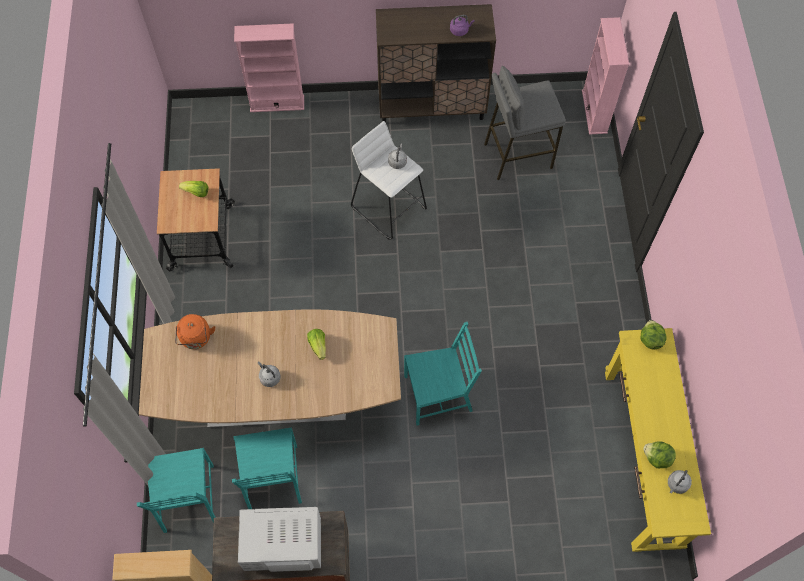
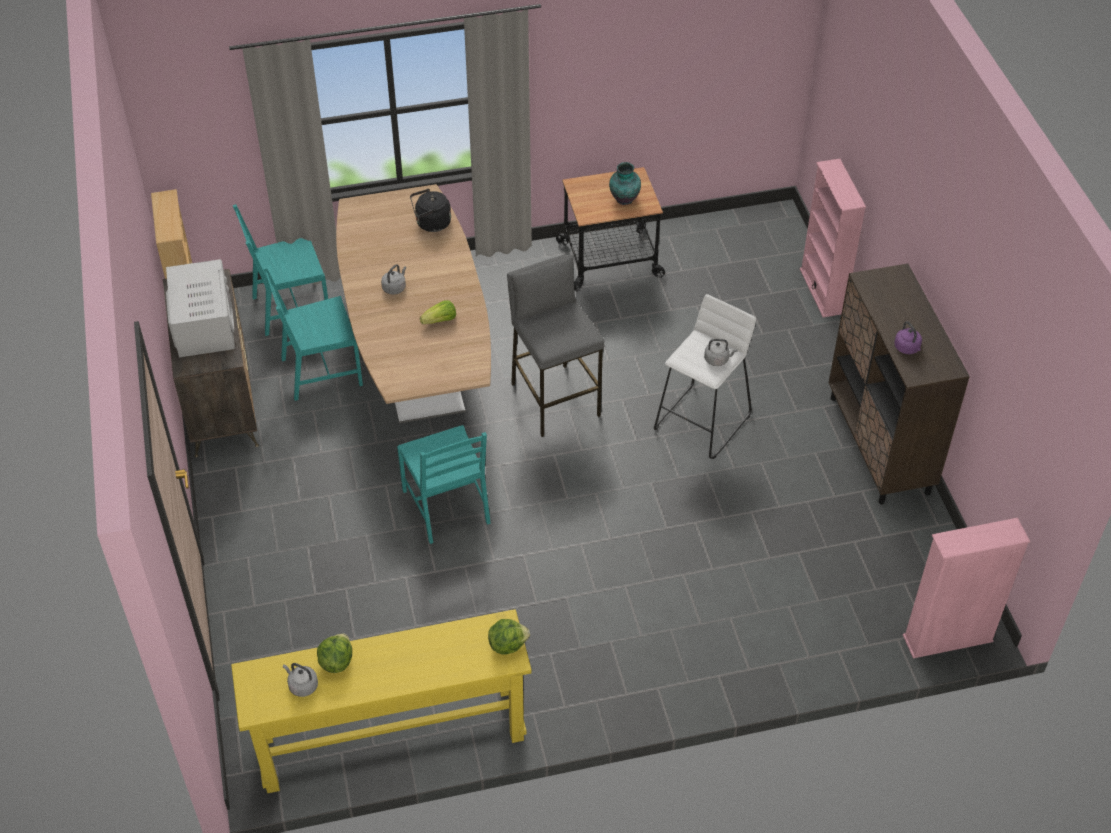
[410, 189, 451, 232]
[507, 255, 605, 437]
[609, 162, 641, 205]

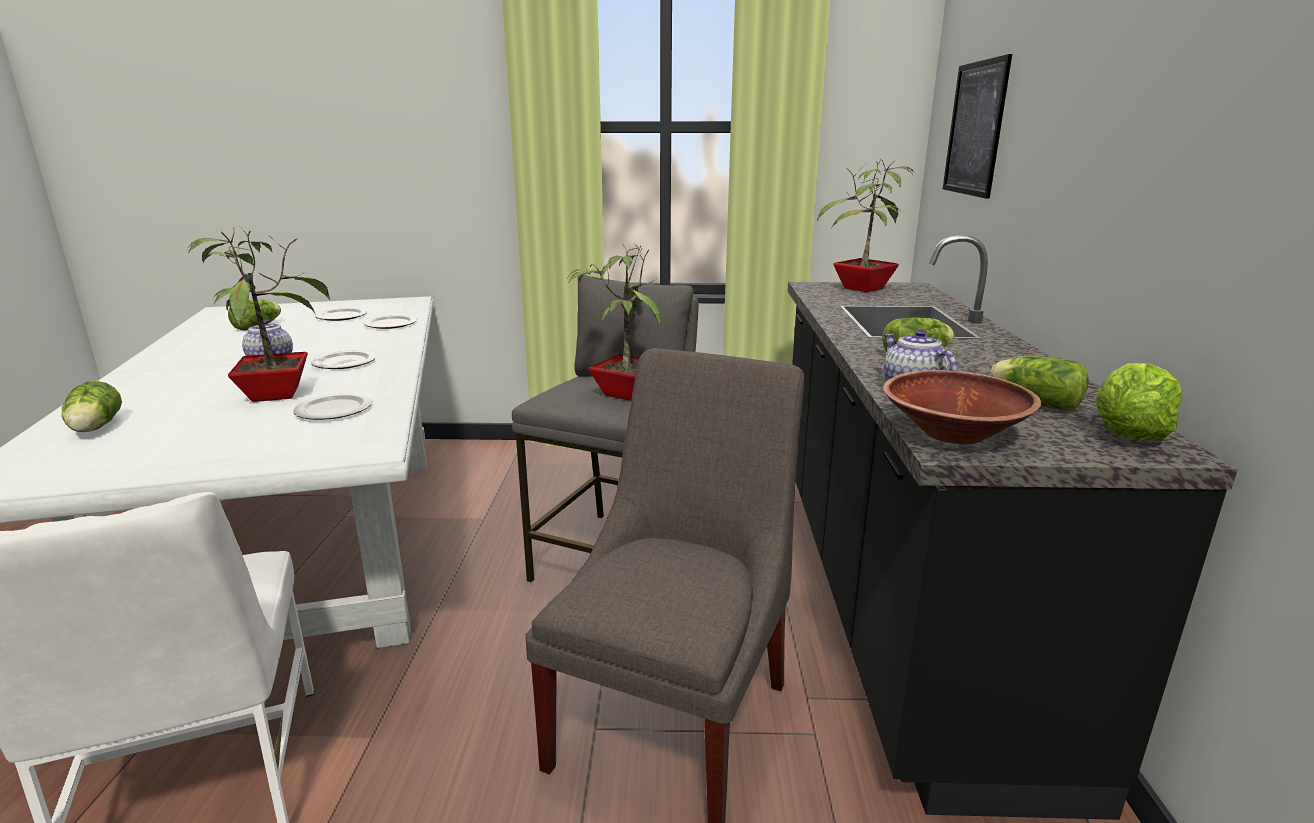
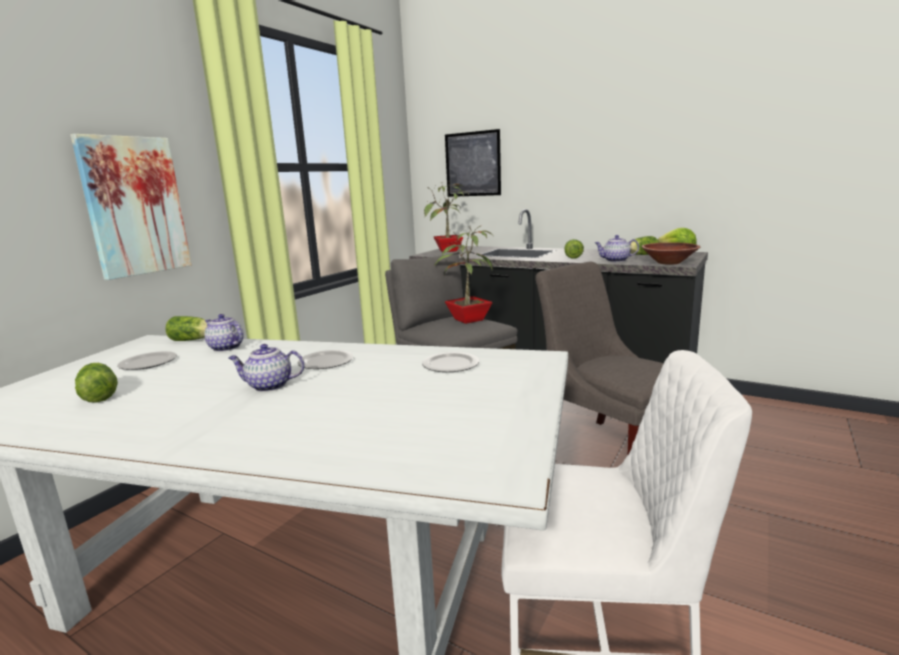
[71, 134, 192, 280]
[165, 316, 208, 341]
[205, 314, 244, 352]
[187, 227, 330, 402] (first image)

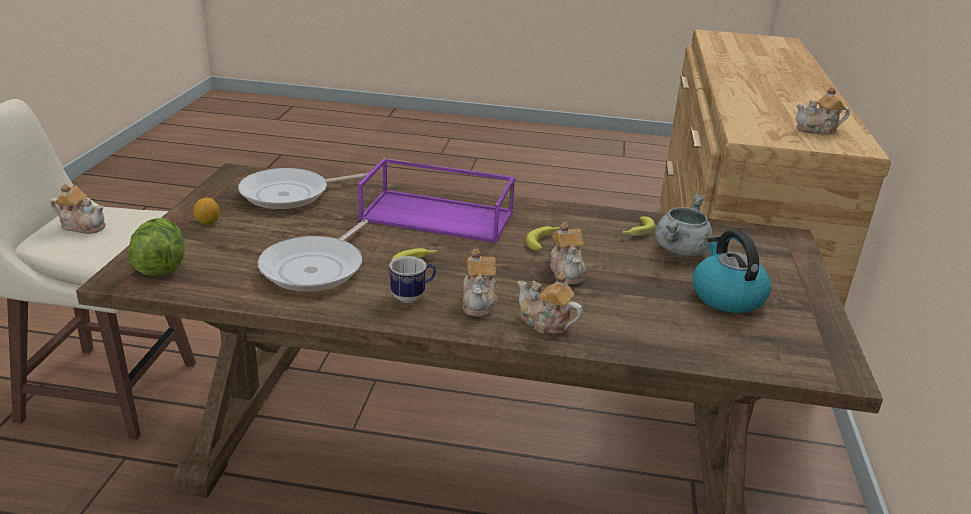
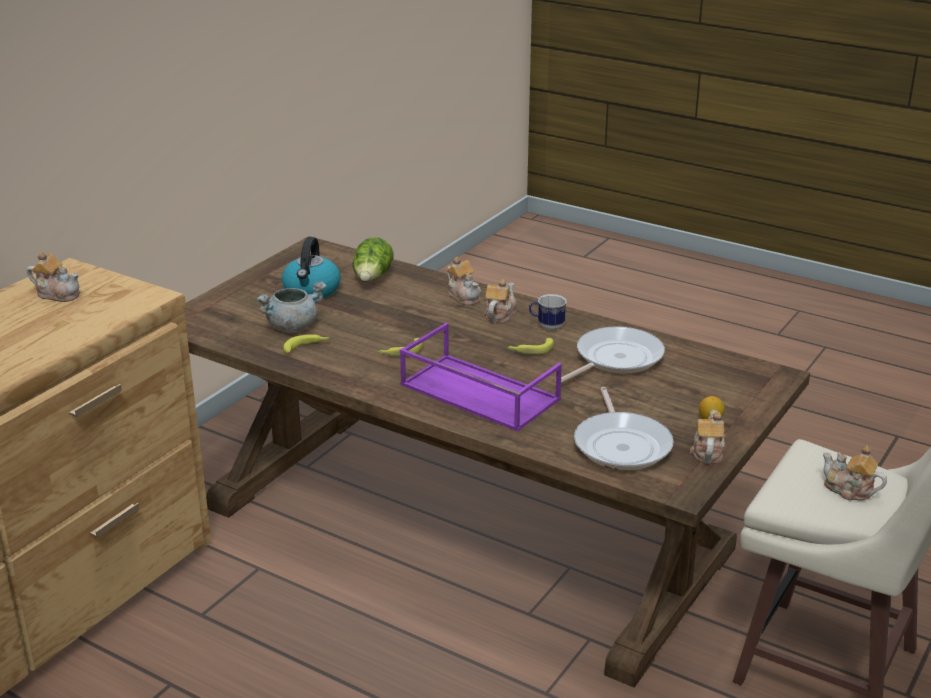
[352, 237, 394, 281]
[574, 387, 674, 470]
[690, 410, 725, 464]

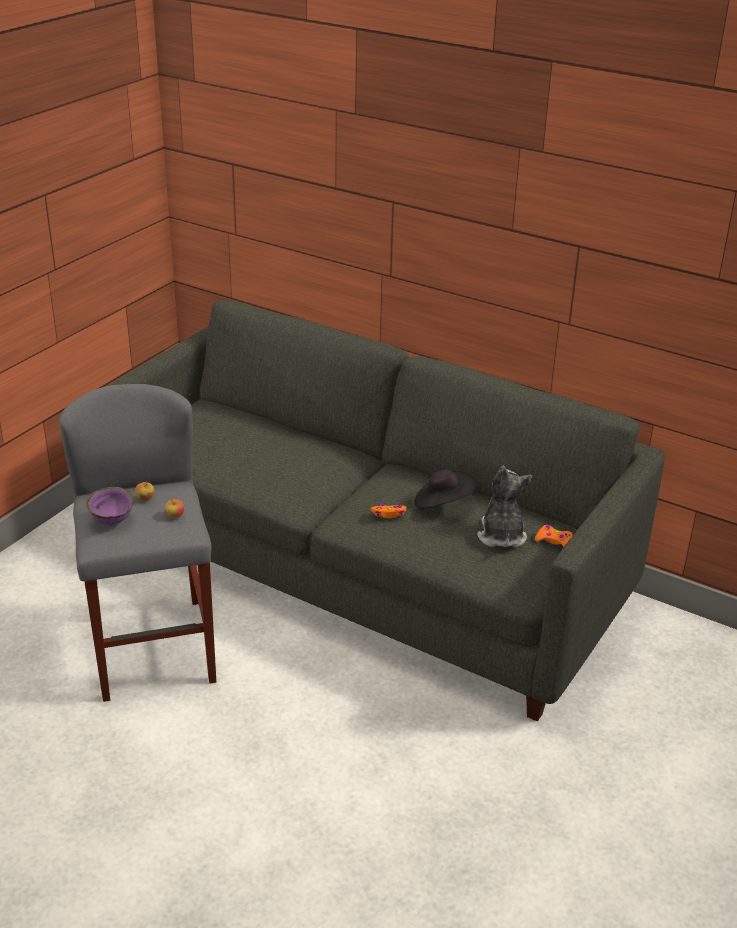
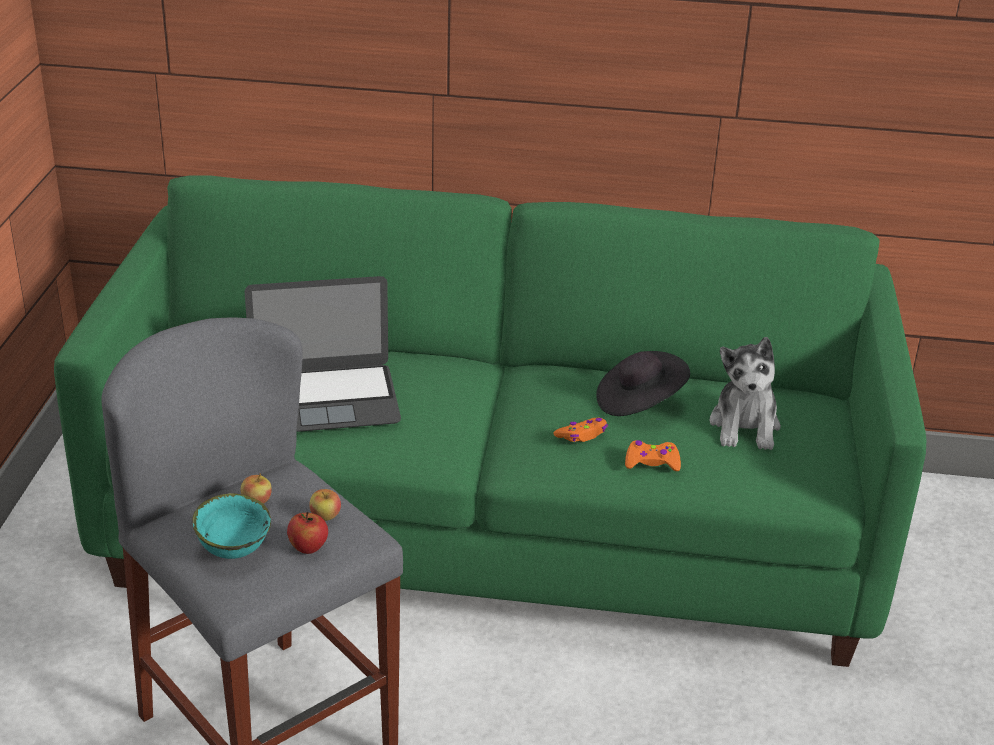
[54, 175, 926, 667]
[192, 493, 271, 559]
[244, 276, 401, 432]
[287, 512, 328, 554]
[625, 440, 681, 471]
[709, 337, 781, 450]

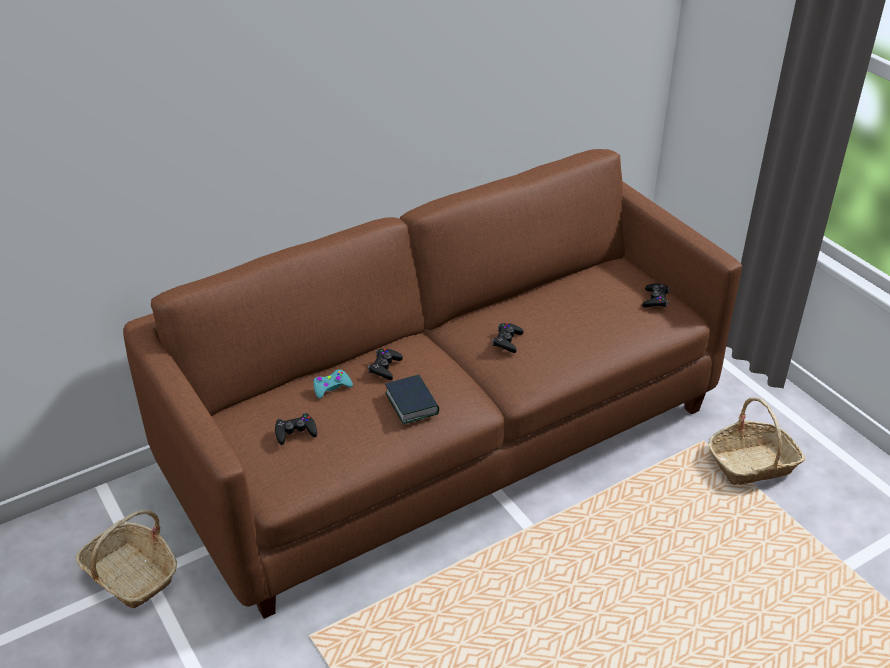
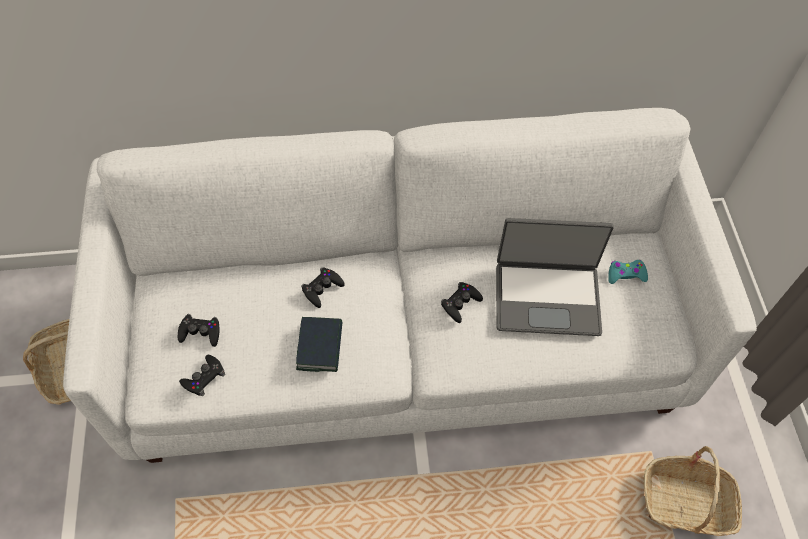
[63, 108, 757, 463]
[179, 355, 225, 396]
[496, 218, 614, 336]
[608, 260, 648, 284]

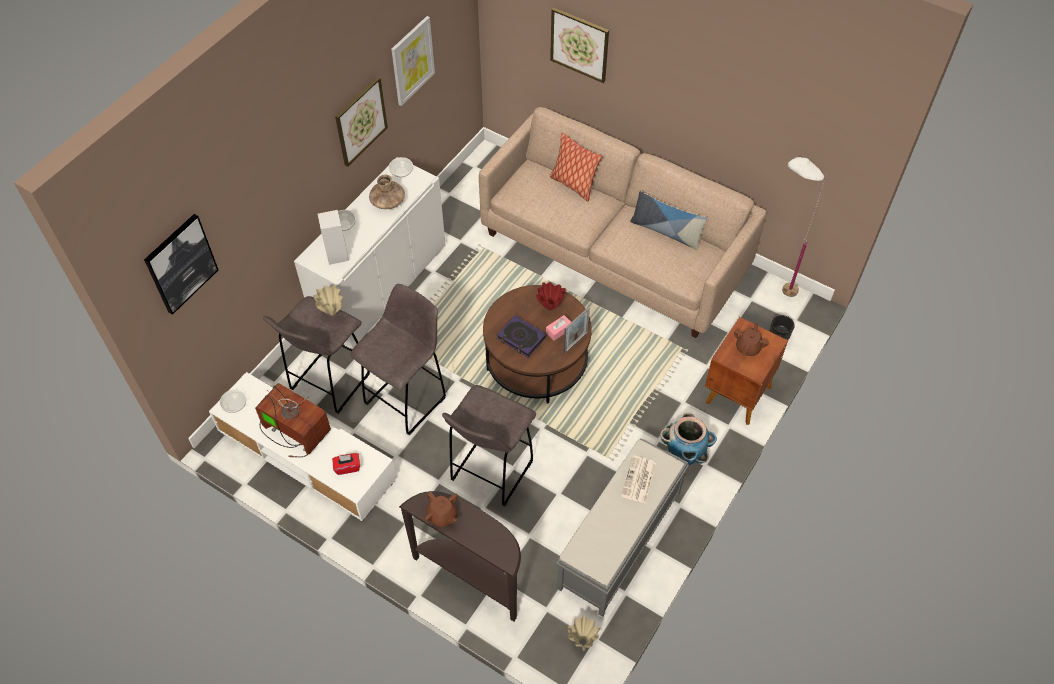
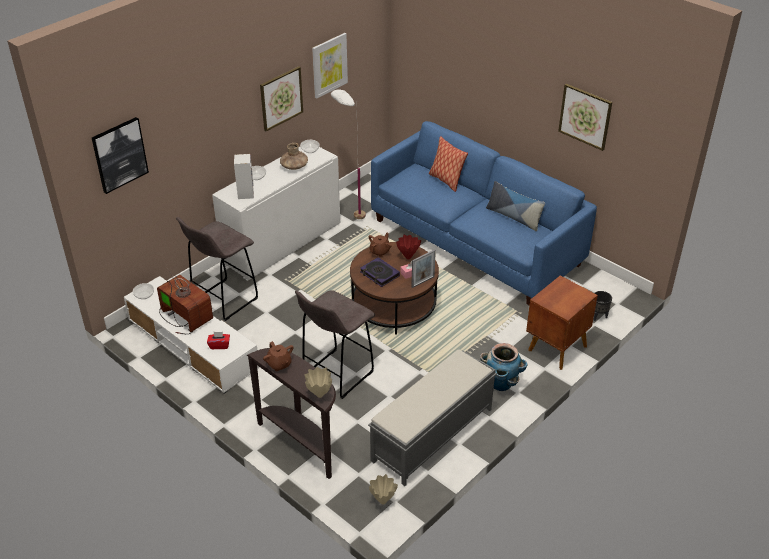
[304, 367, 332, 398]
[331, 90, 366, 219]
[369, 233, 392, 257]
[371, 121, 597, 306]
[558, 84, 612, 151]
[350, 284, 446, 435] (first image)
[621, 456, 656, 504] (first image)

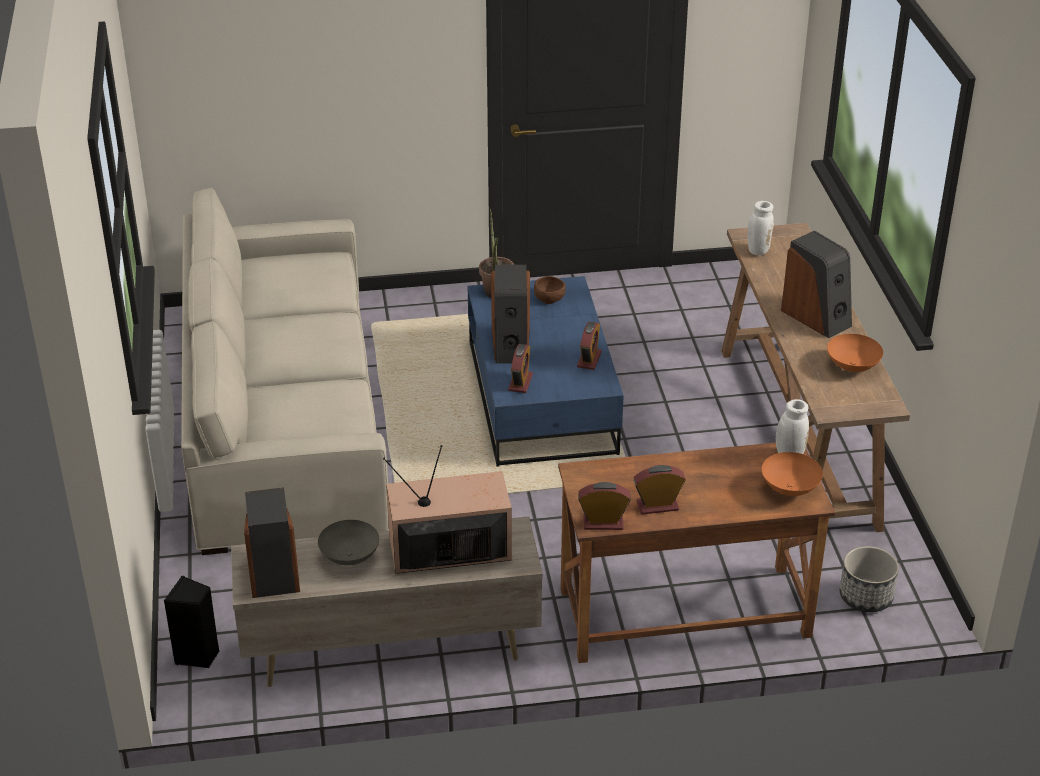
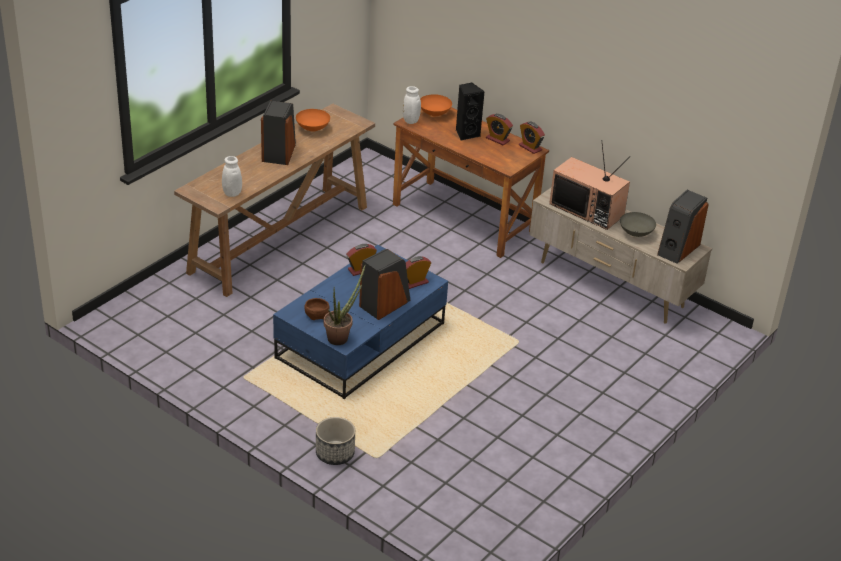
[316, 417, 355, 465]
[456, 83, 485, 141]
[181, 187, 389, 555] (first image)

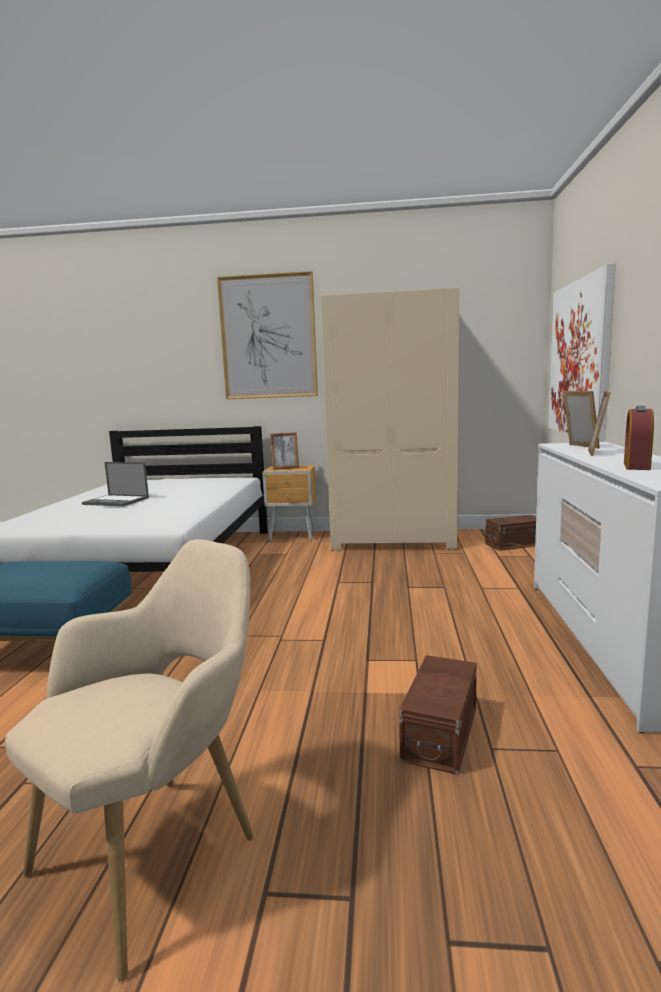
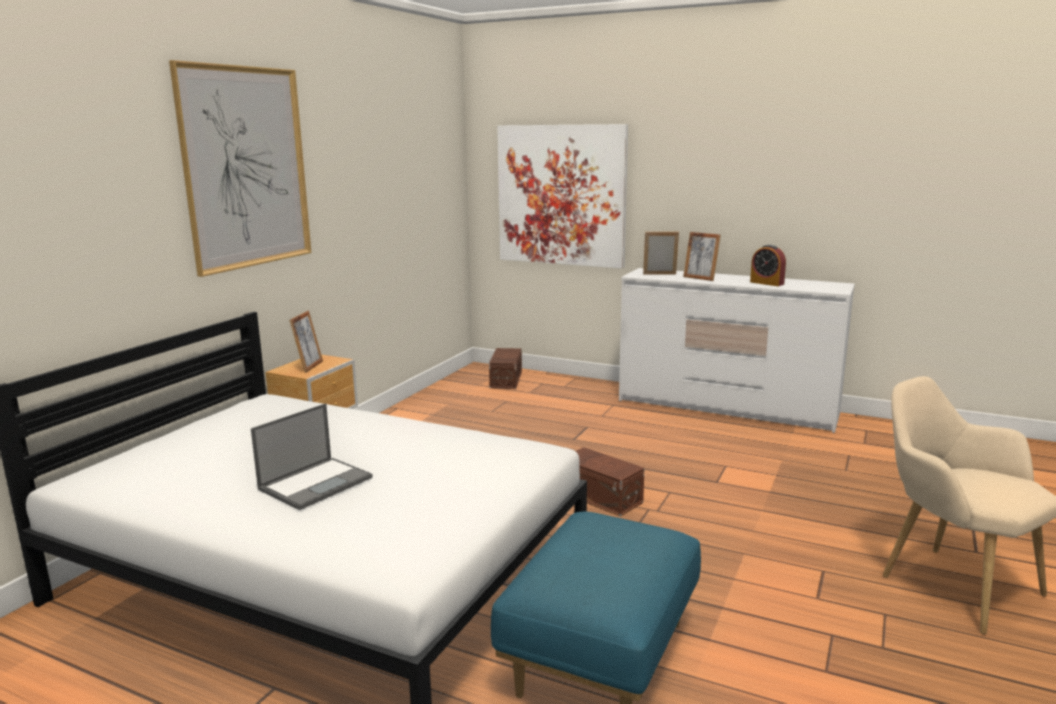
[576, 447, 644, 517]
[321, 288, 459, 551] (first image)

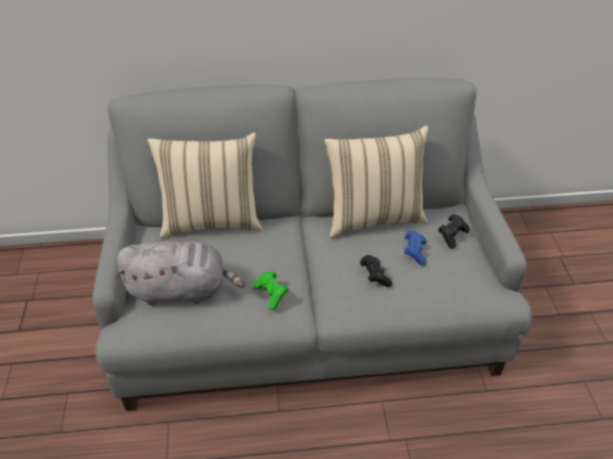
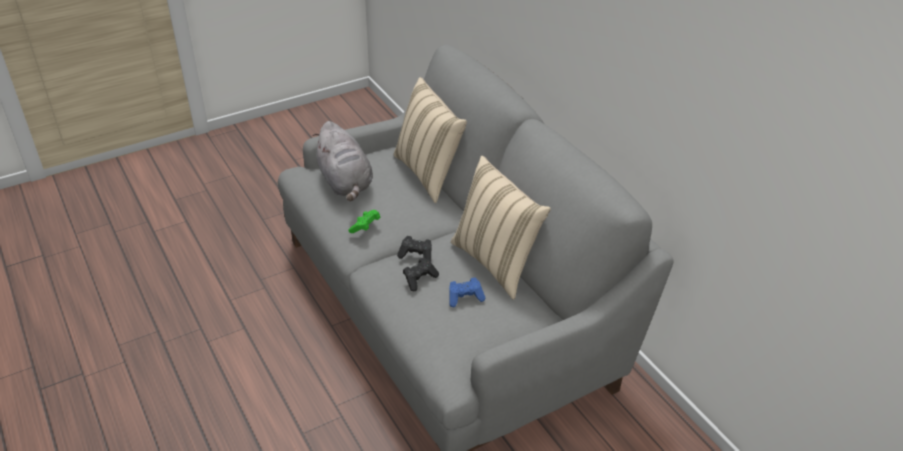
[397, 236, 432, 261]

